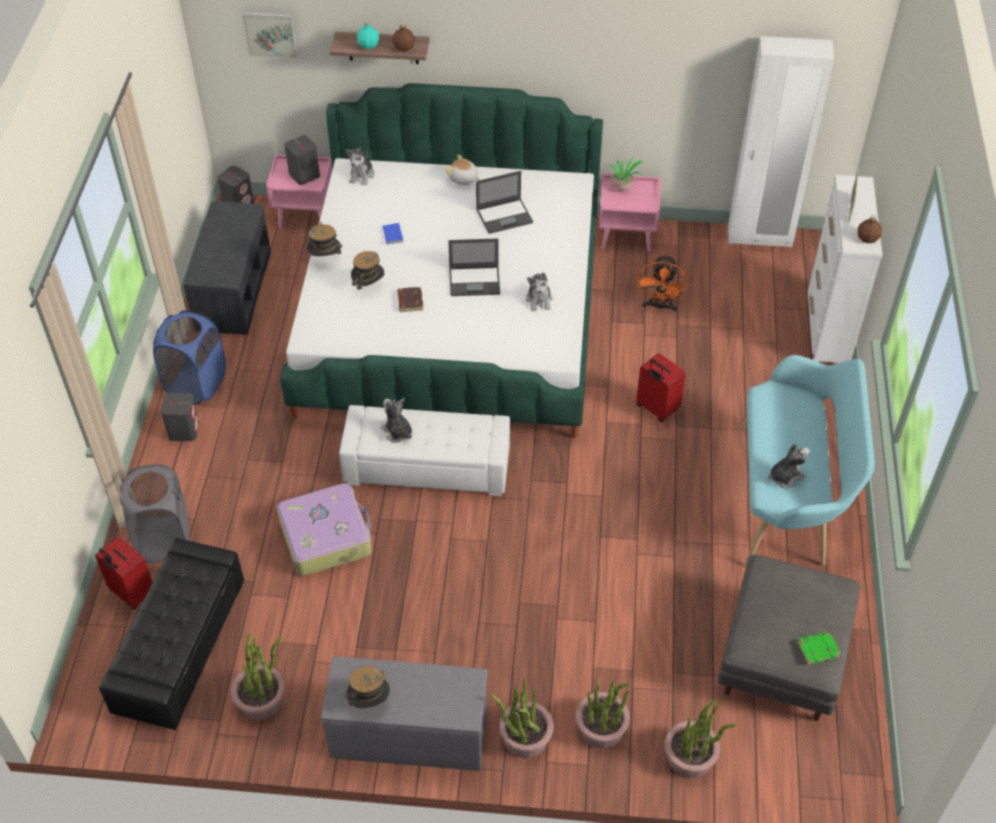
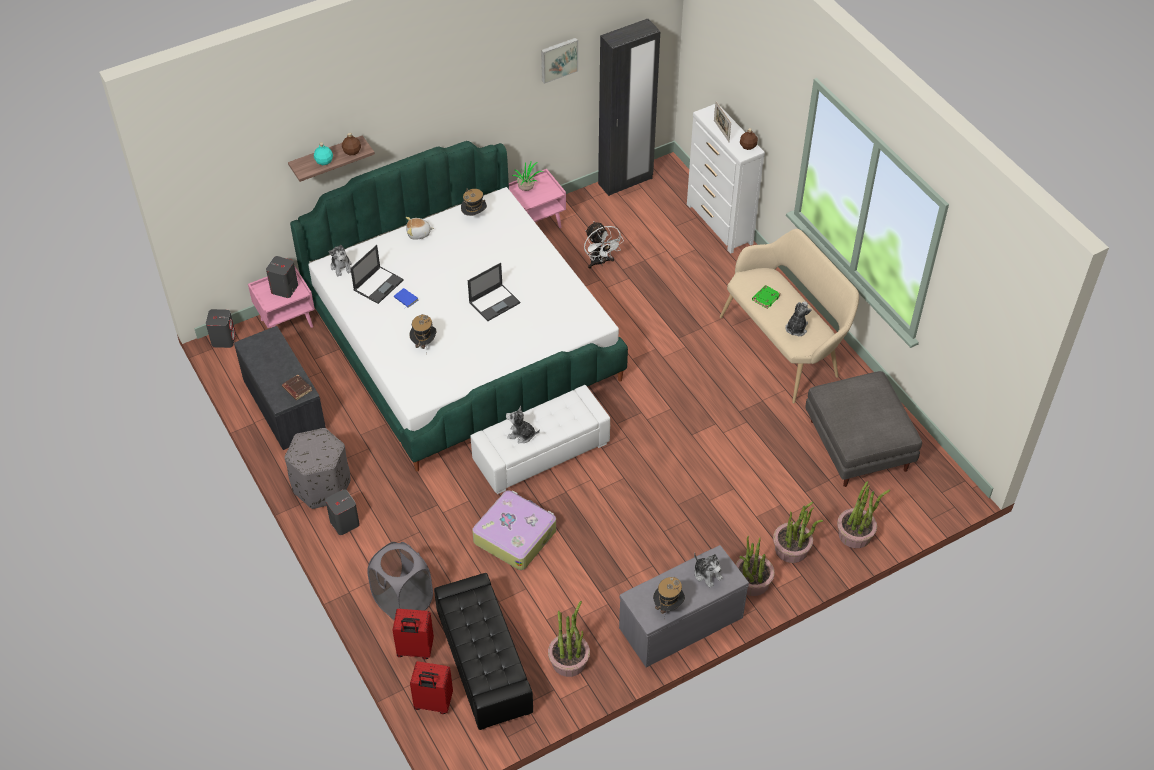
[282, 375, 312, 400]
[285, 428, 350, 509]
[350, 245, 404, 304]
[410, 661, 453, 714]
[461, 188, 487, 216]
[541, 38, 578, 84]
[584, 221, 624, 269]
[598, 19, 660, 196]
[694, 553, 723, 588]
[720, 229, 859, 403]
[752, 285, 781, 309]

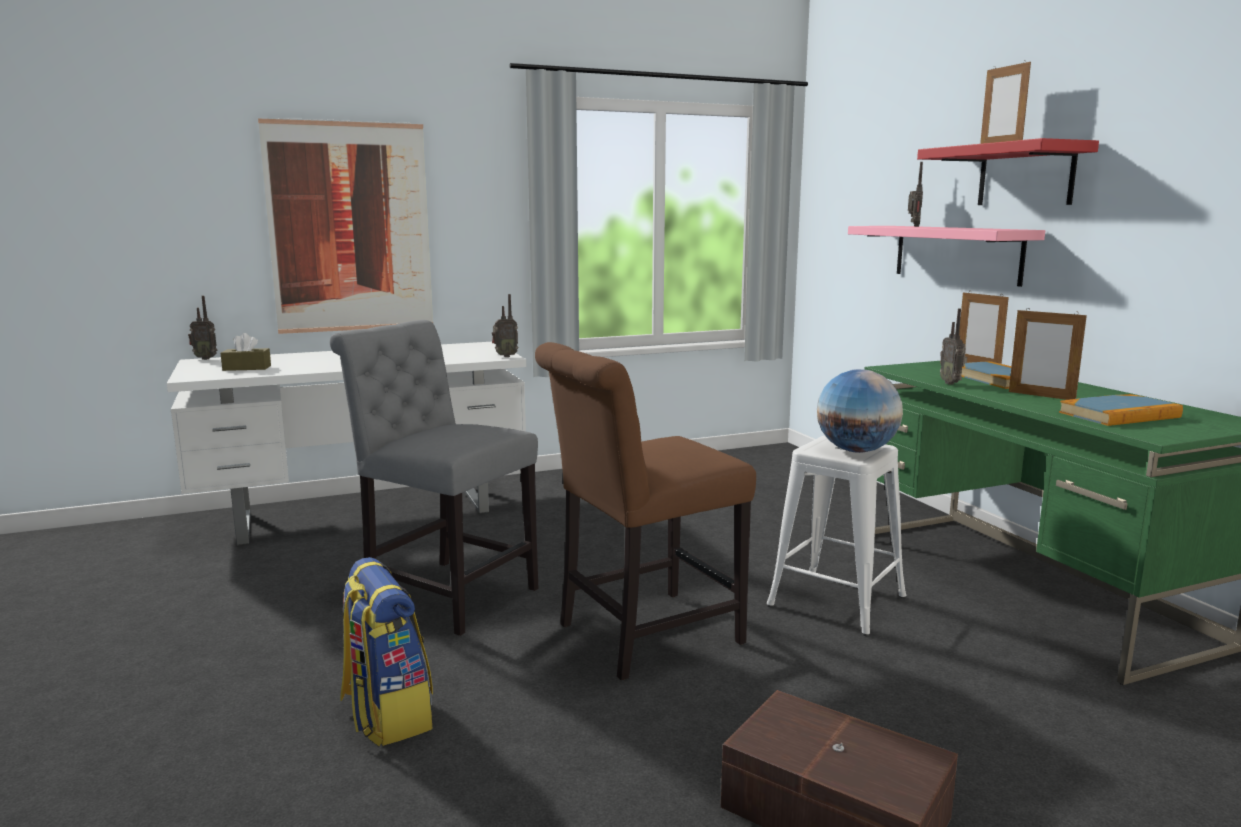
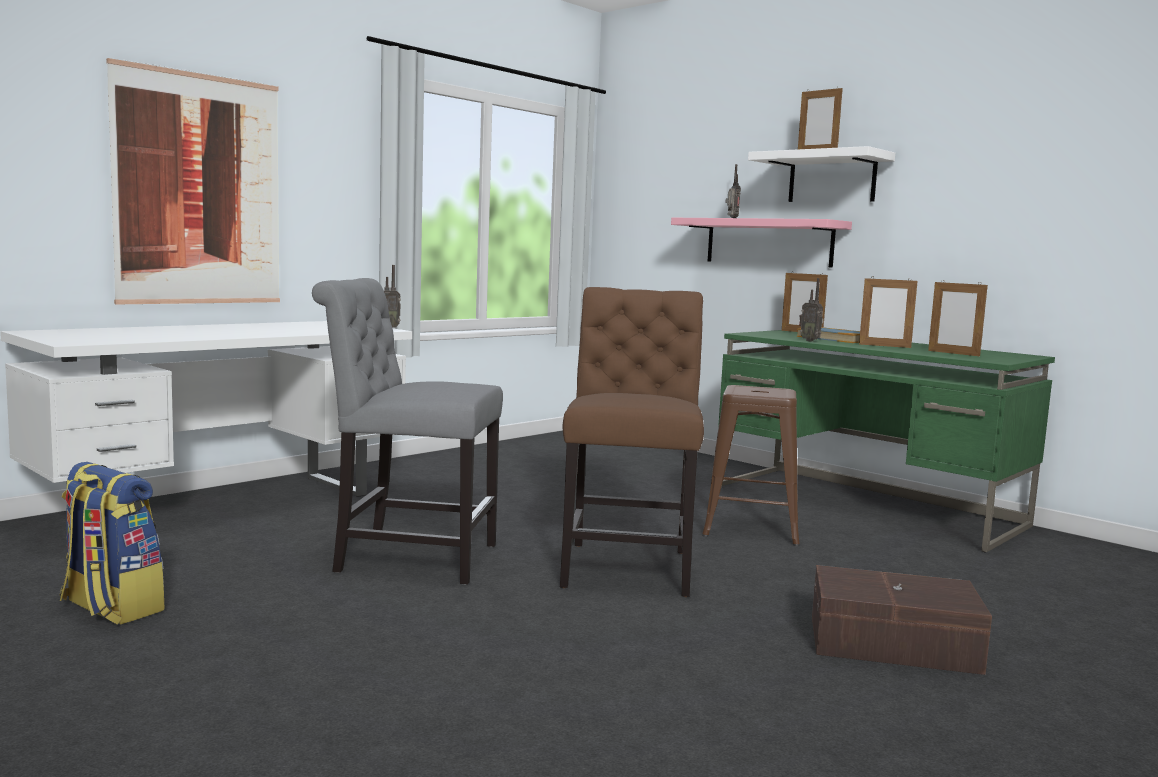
[60, 462, 165, 625]
[560, 287, 704, 597]
[702, 385, 800, 546]
[748, 146, 895, 202]
[928, 281, 988, 356]
[188, 296, 217, 360] (first image)
[220, 333, 271, 371] (first image)
[817, 369, 903, 453] (first image)

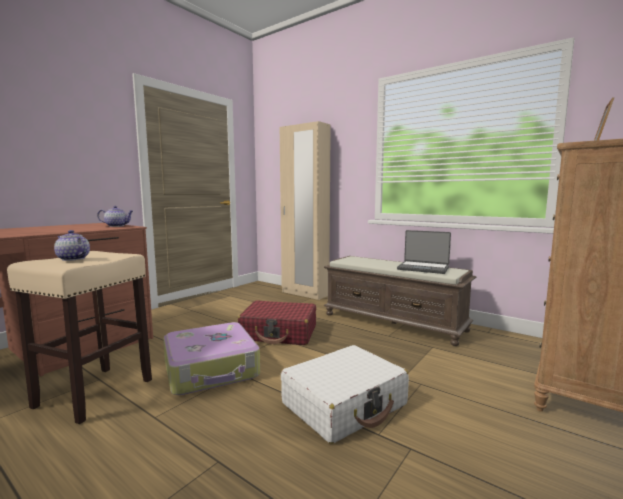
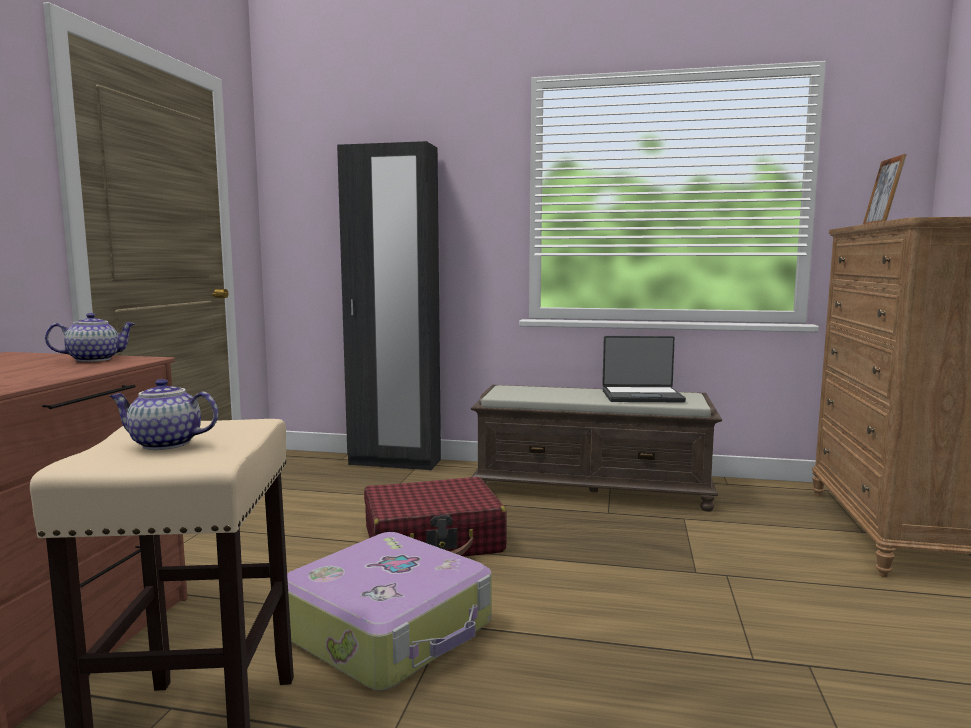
[337, 141, 441, 470]
[281, 345, 409, 444] (first image)

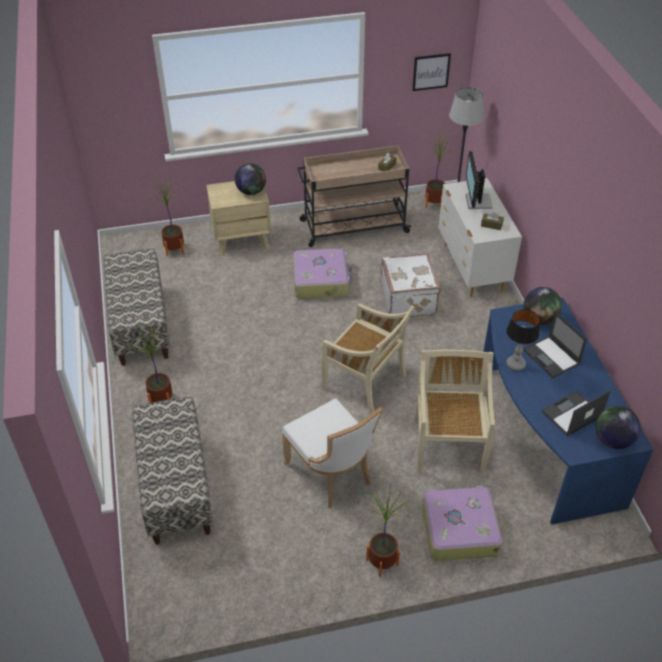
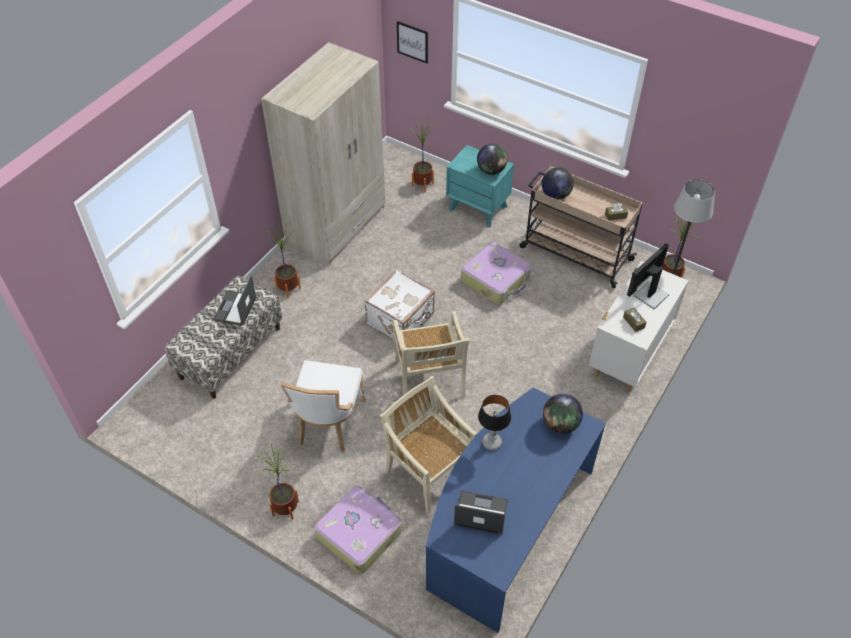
[213, 275, 257, 326]
[261, 42, 385, 266]
[364, 269, 435, 339]
[380, 376, 477, 514]
[397, 21, 428, 64]
[446, 145, 514, 227]
[542, 167, 574, 200]

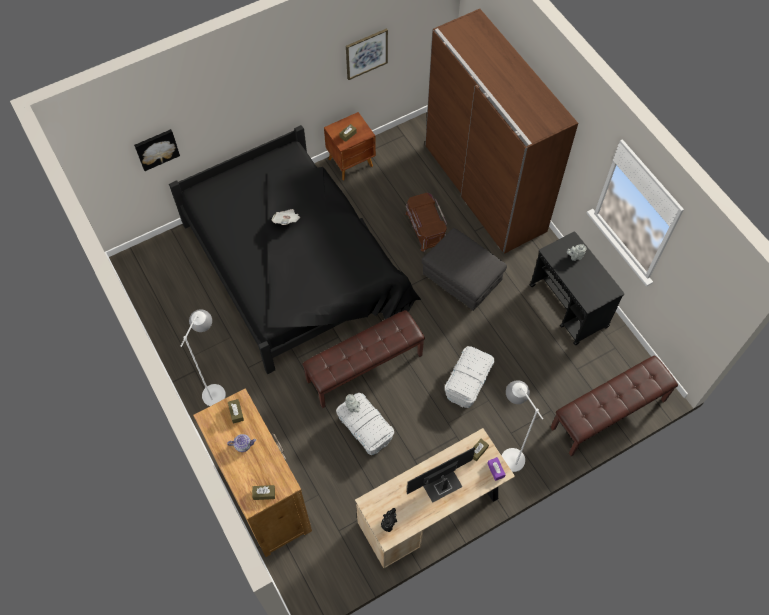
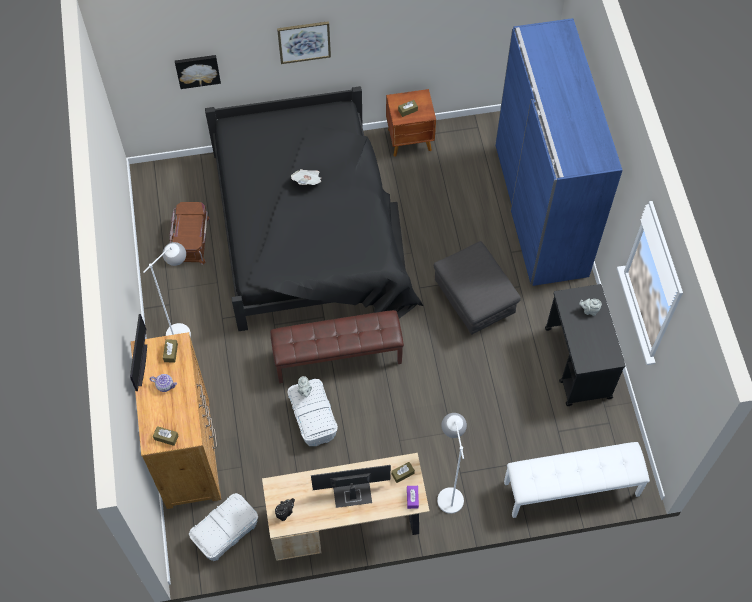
[130, 314, 147, 391]
[169, 202, 210, 265]
[189, 493, 258, 561]
[277, 21, 331, 64]
[495, 18, 623, 286]
[504, 442, 650, 518]

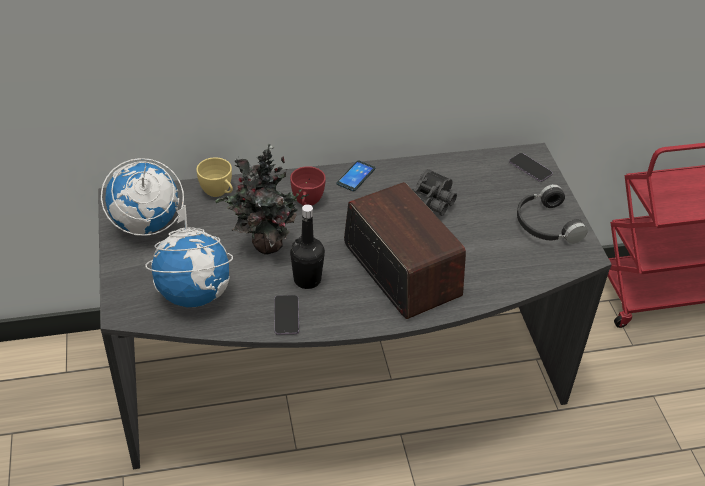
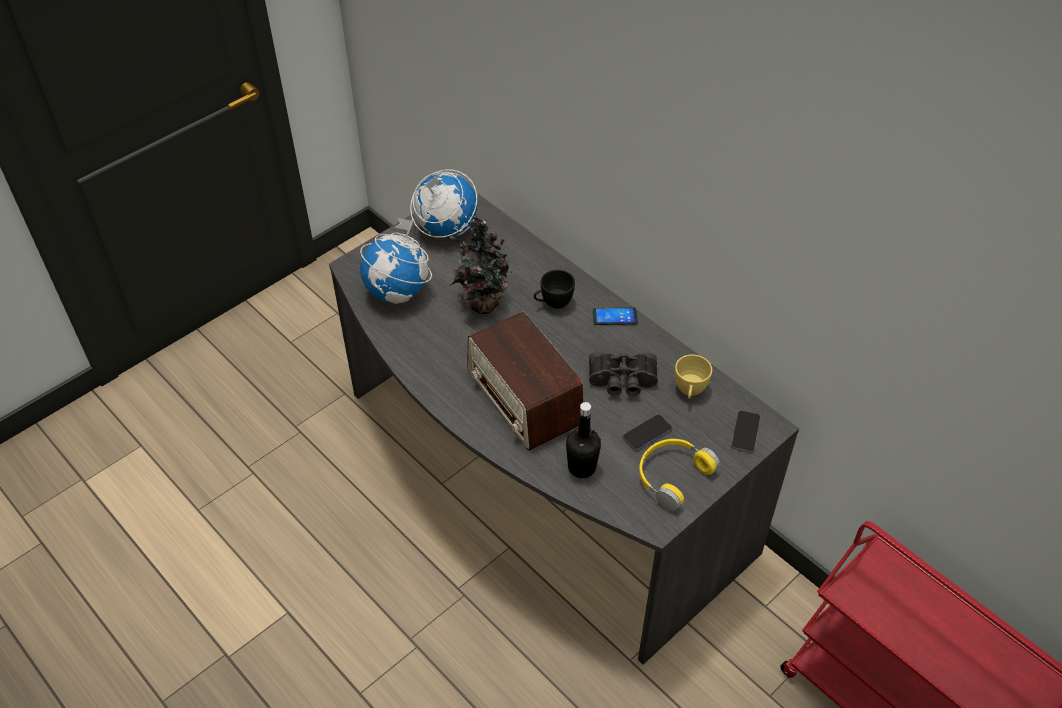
[467, 312, 583, 450]
[534, 270, 575, 309]
[566, 402, 601, 478]
[623, 414, 672, 451]
[639, 439, 720, 511]
[675, 354, 712, 399]

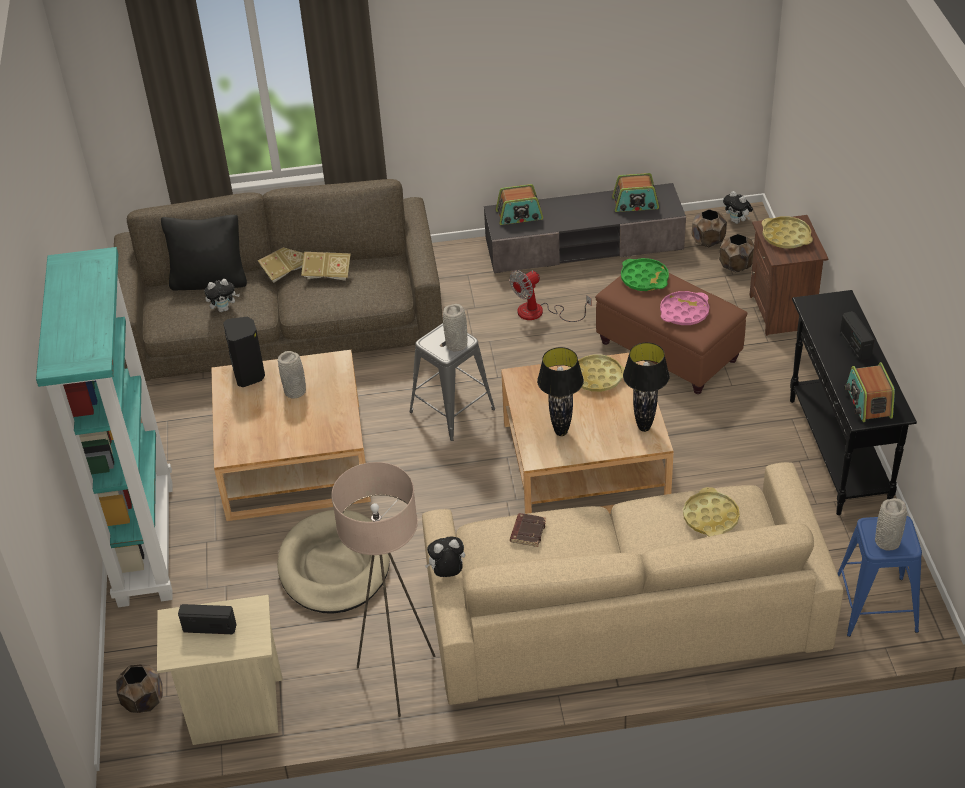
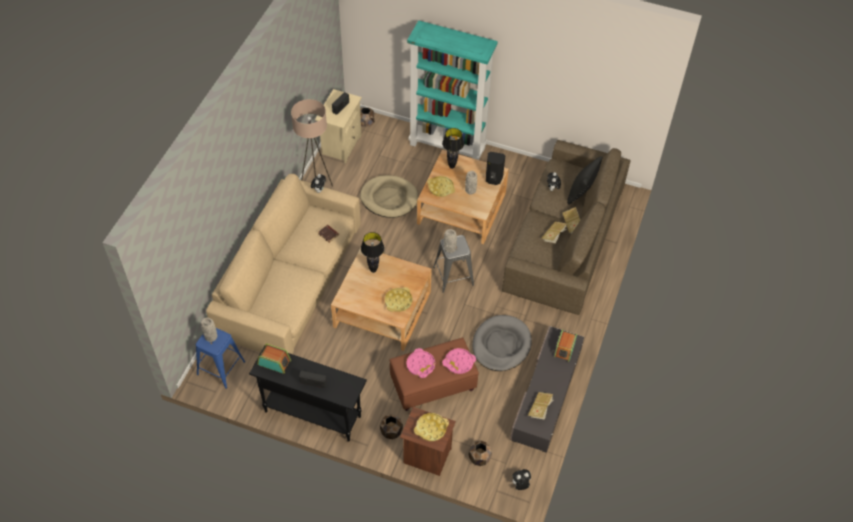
[380, 414, 403, 439]
[427, 176, 455, 197]
[442, 128, 464, 169]
[442, 348, 476, 374]
[472, 315, 532, 371]
[528, 392, 553, 420]

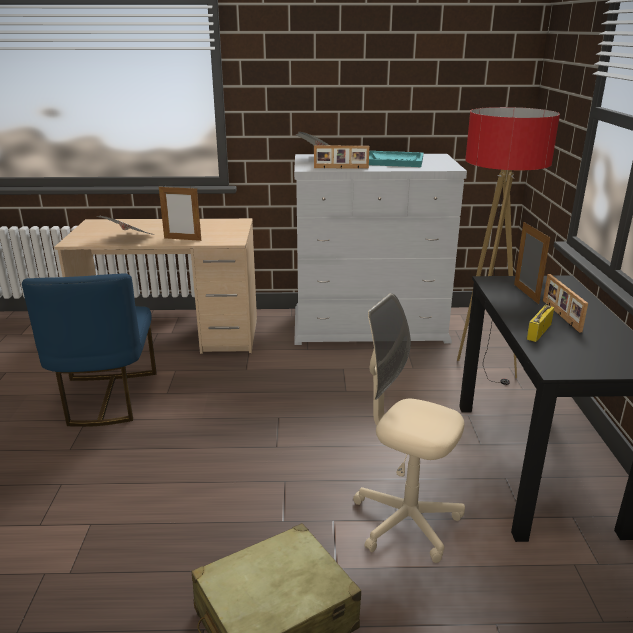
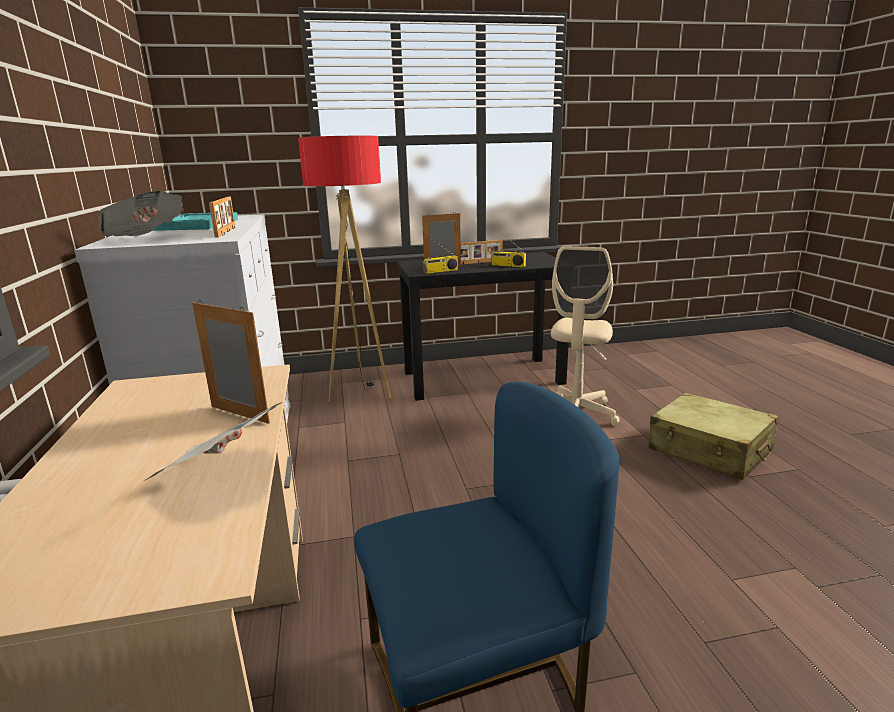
[192, 300, 270, 424]
[423, 238, 458, 274]

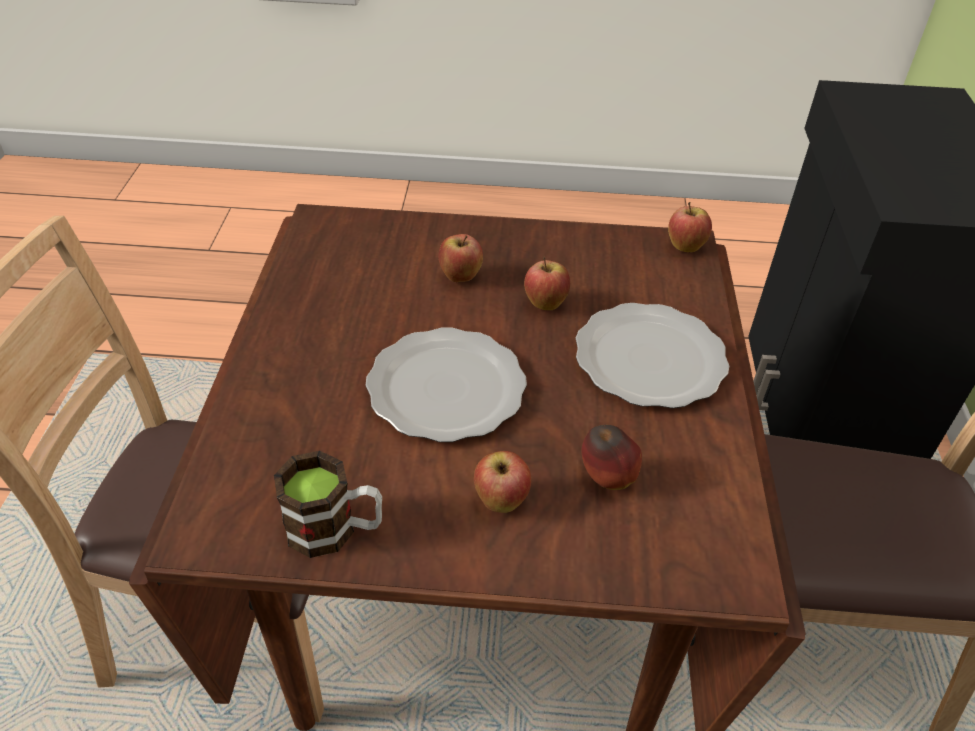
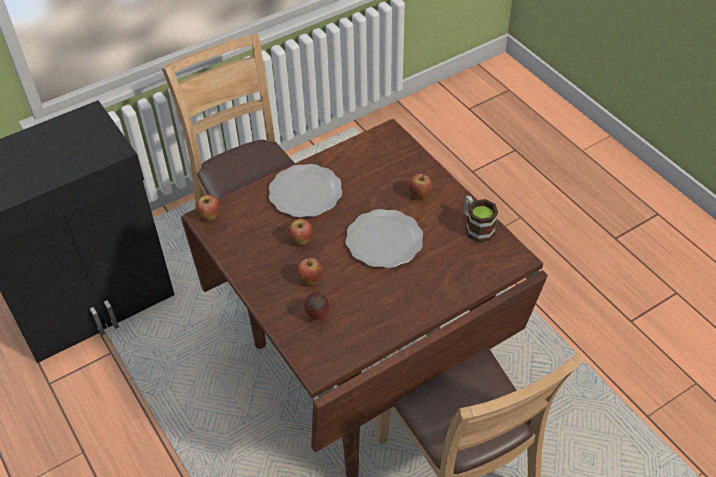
[304, 292, 330, 320]

